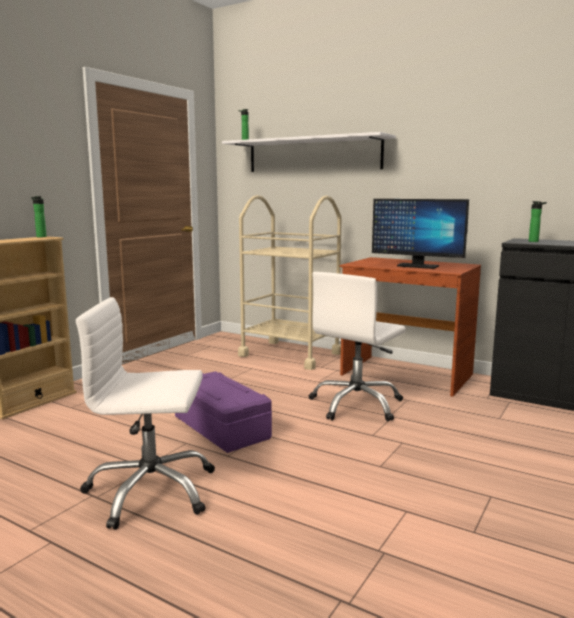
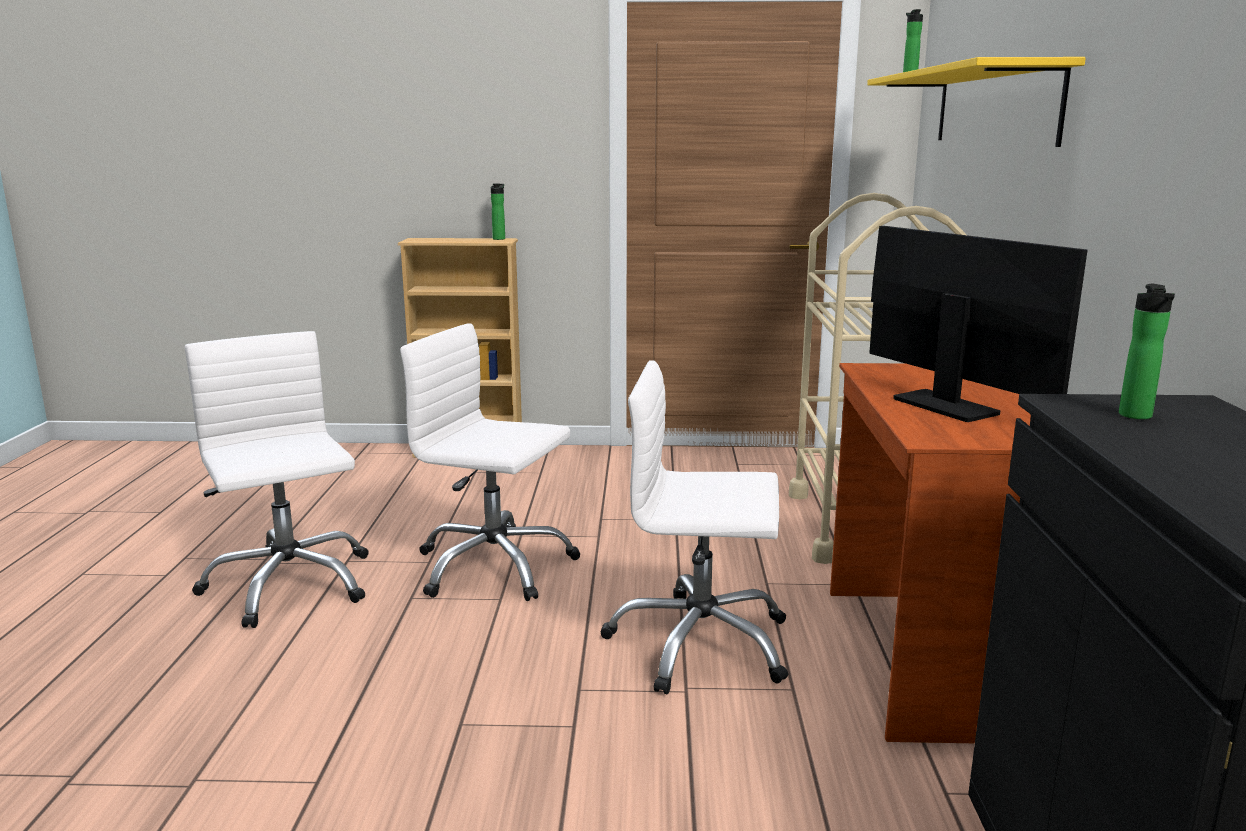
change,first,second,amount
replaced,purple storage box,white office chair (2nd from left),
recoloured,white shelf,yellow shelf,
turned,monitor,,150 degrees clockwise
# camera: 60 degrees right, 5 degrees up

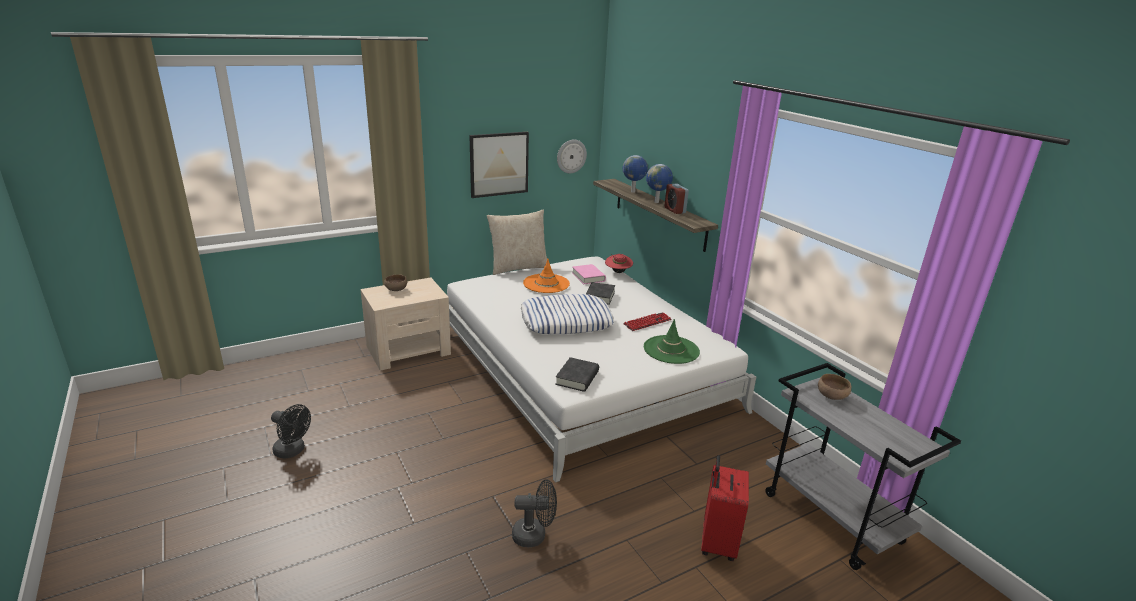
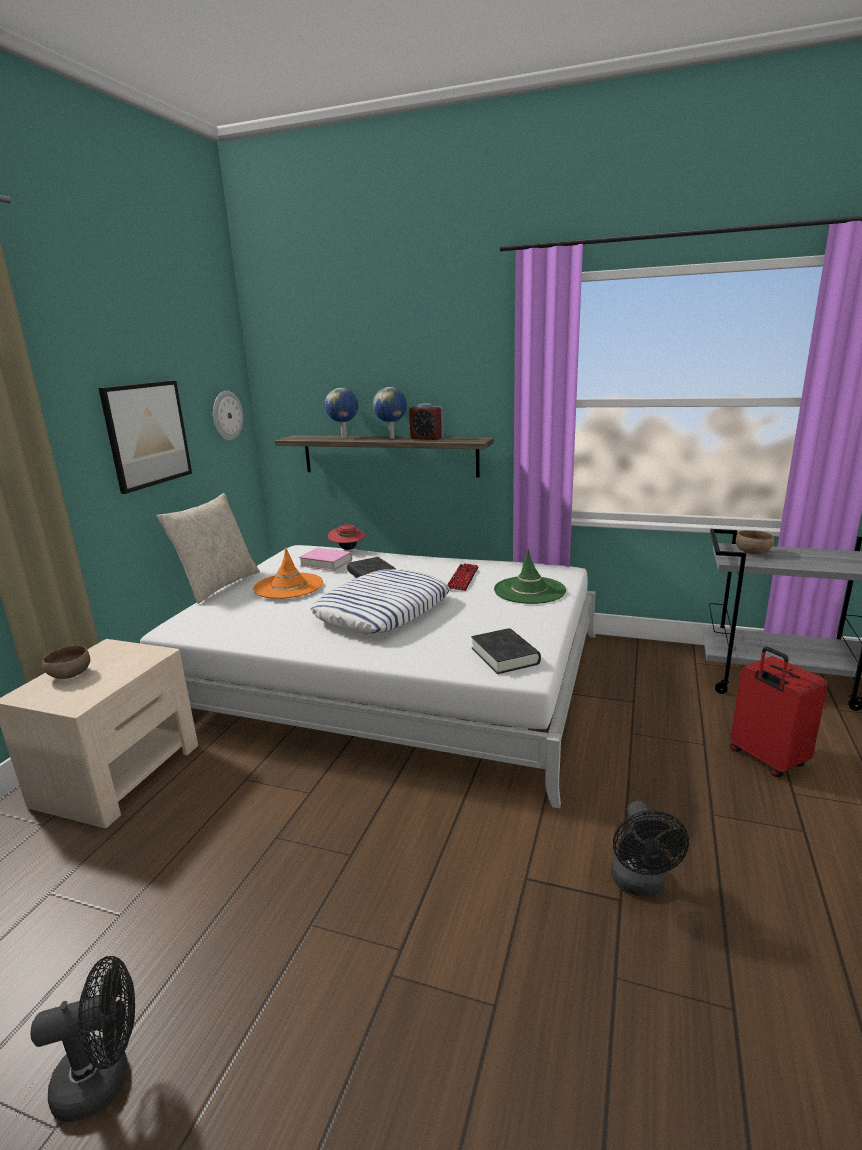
change,first,second,amount
turned,black fan (2nd from left),,135 degrees clockwise
# camera: 40 degrees left, 5 degrees down

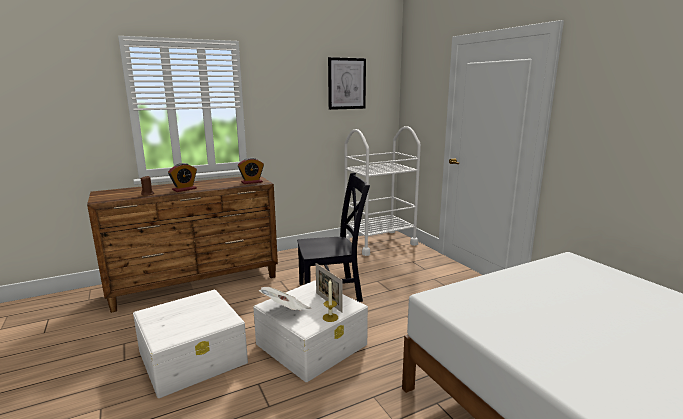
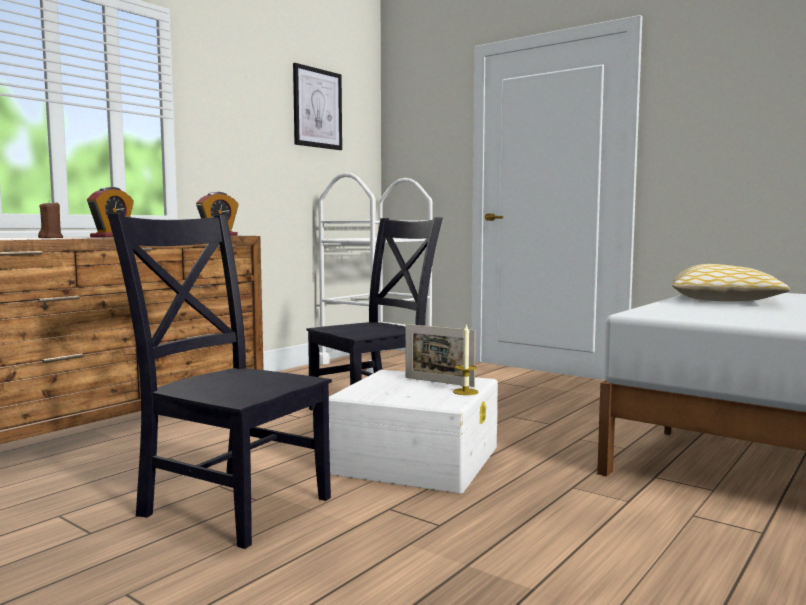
change,first,second,amount
replaced,white storage box (1st from left),black chair (1st from left),
added,,pillow,
removed,newspaper,,
# camera: 25 degrees left, 10 degrees down

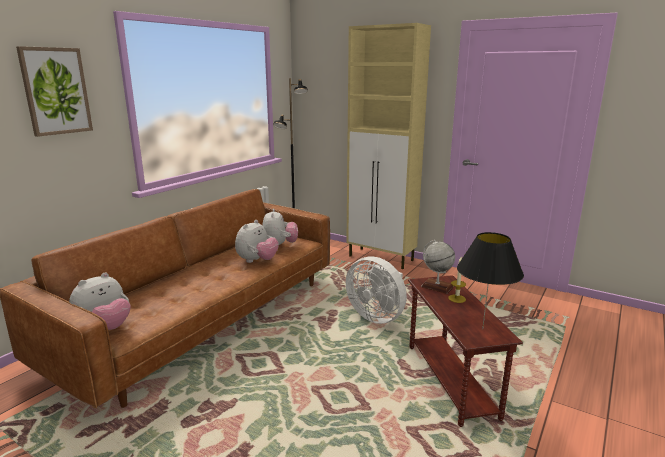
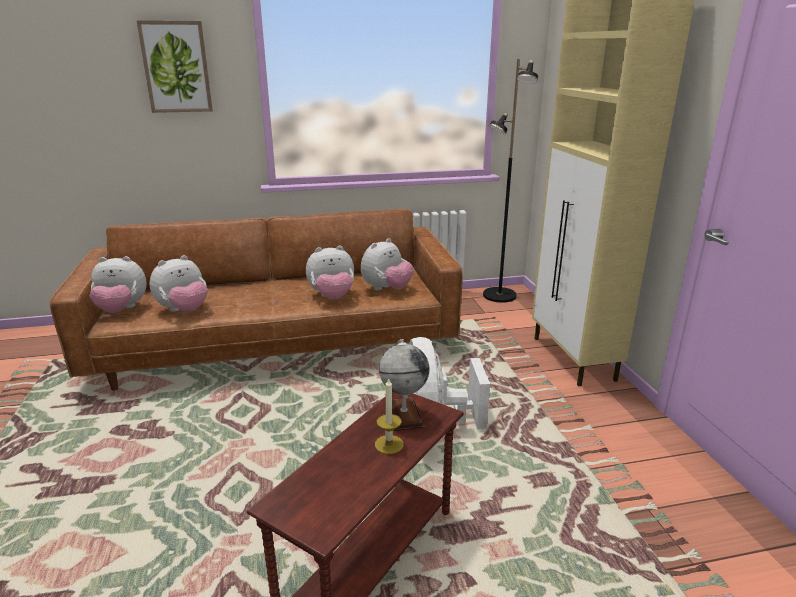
change,first,second,amount
added,,plush toy (2nd from left),
removed,black table lamp,,
# camera: 45 degrees right, 5 degrees up

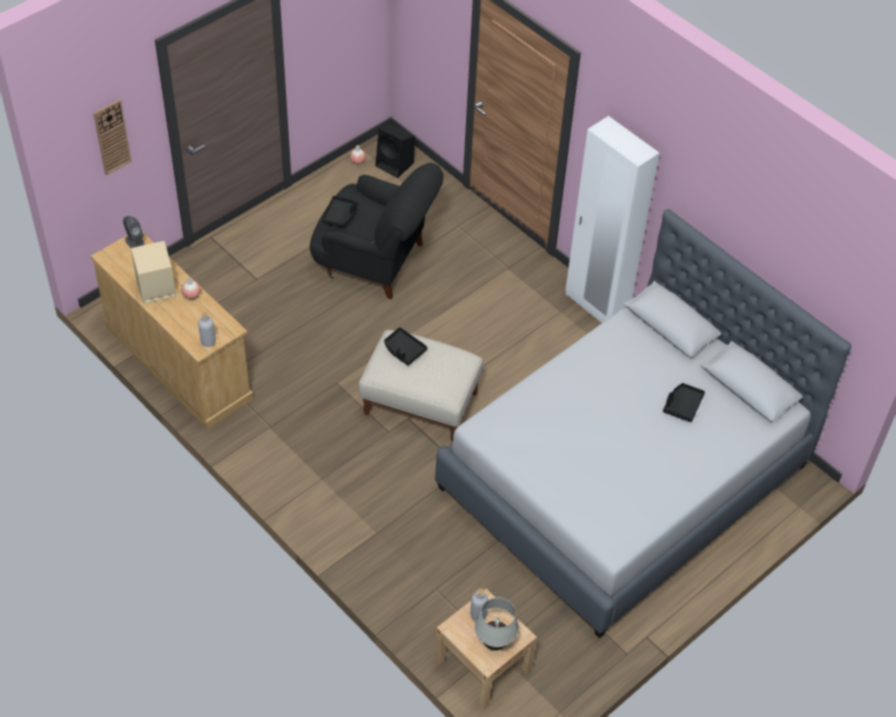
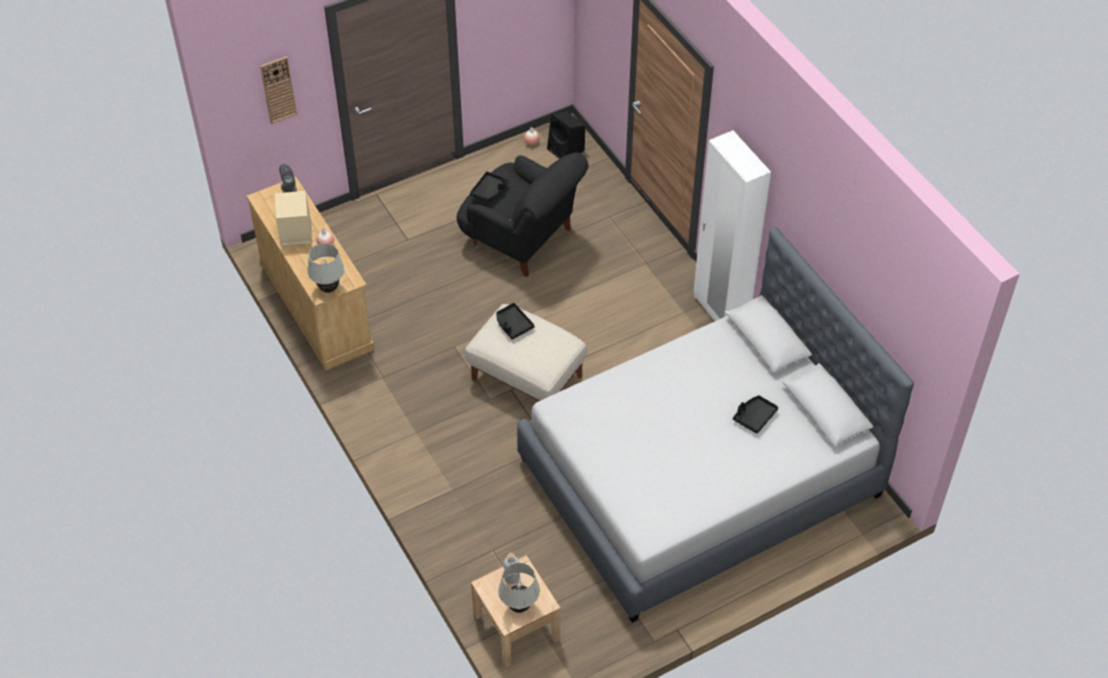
change,first,second,amount
replaced,grey bottle (1st from left),white table lamp (1st from left),
# camera: 15 degrees right, 0 degrees up

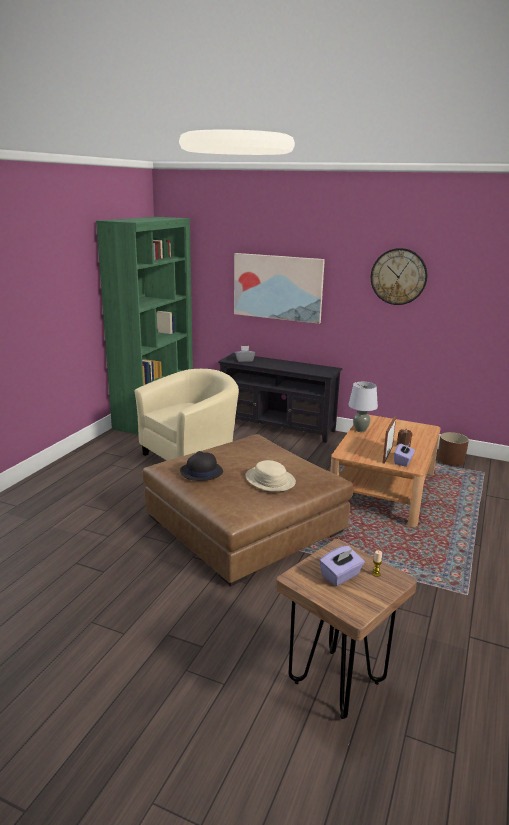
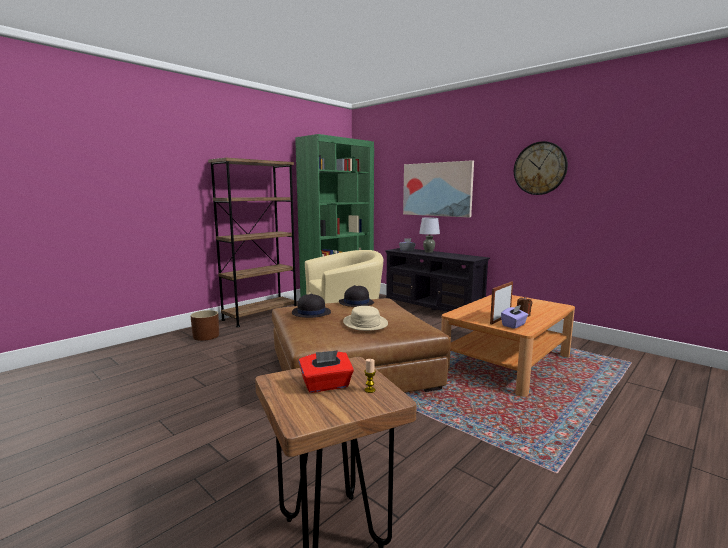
change,first,second,amount
moved,brown planter,,
added,,brown bookcase,
recoloured,purple tissue box (1st from left),red tissue box,
added,,black hat (2nd from left),
moved,grey table lamp,,
# camera: 20 degrees right, 10 degrees down

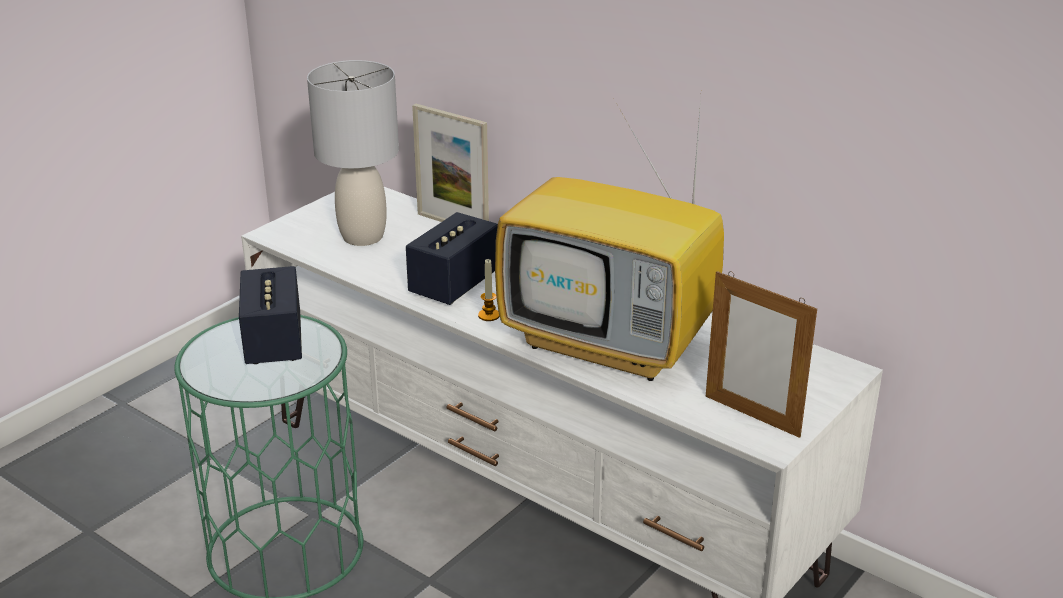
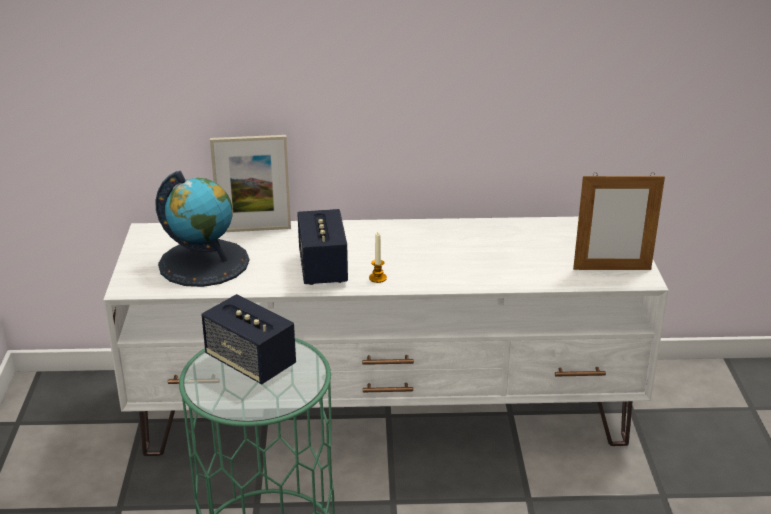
change,first,second,amount
replaced,grey table lamp,globe,
removed,television,,
# camera: 40 degrees left, 0 degrees up

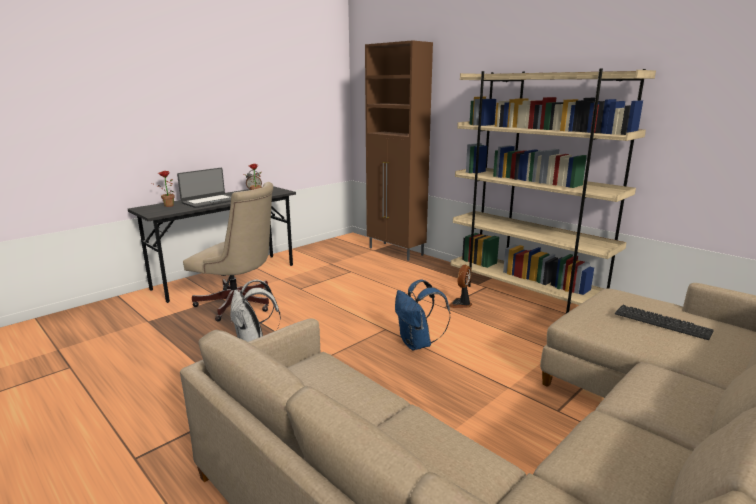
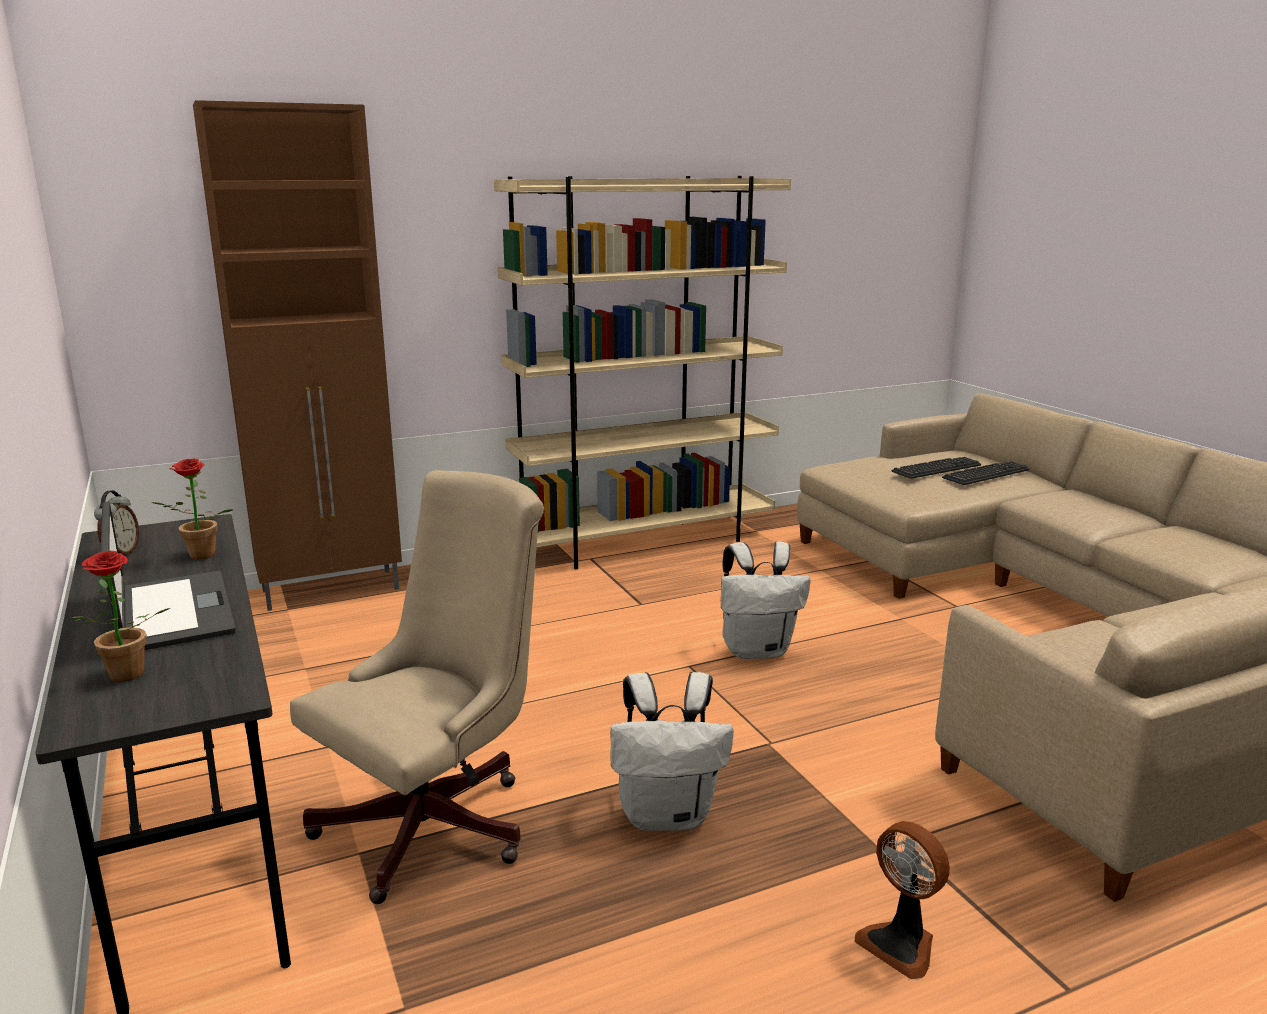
change,first,second,amount
recoloured,blue backpack,white backpack (2nd from left),
moved,fan,,
added,,keyboard (2nd from left),
# camera: 70 degrees left, 0 degrees up

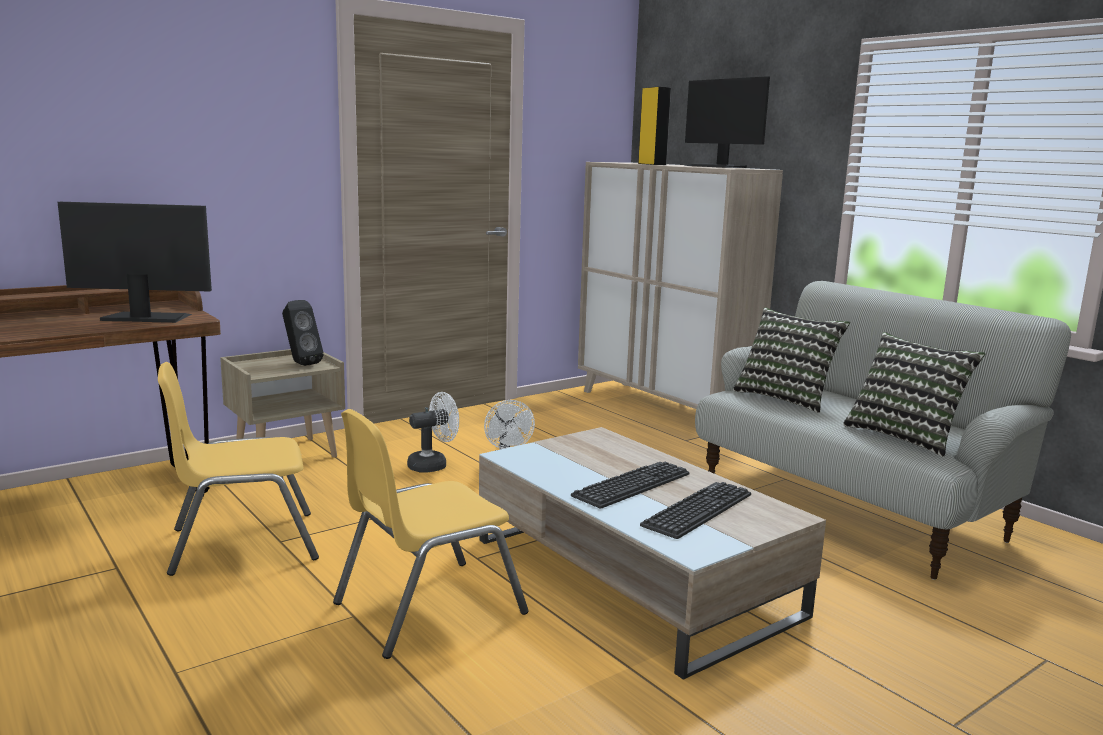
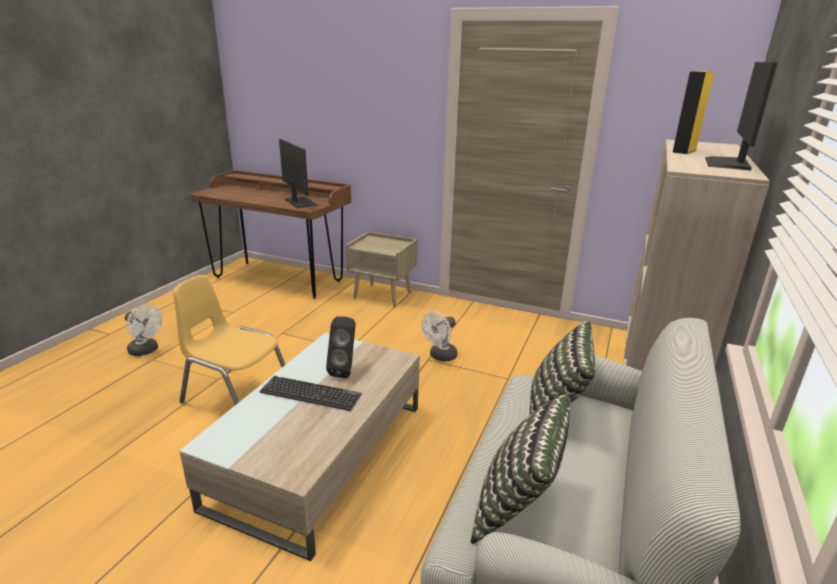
change,first,second,amount
moved,white fan (1st from left),,
moved,black speaker,,
removed,yellow chair (1st from left),,
removed,keyboard (2nd from left),,
# camera: 60 degrees right, 10 degrees up

